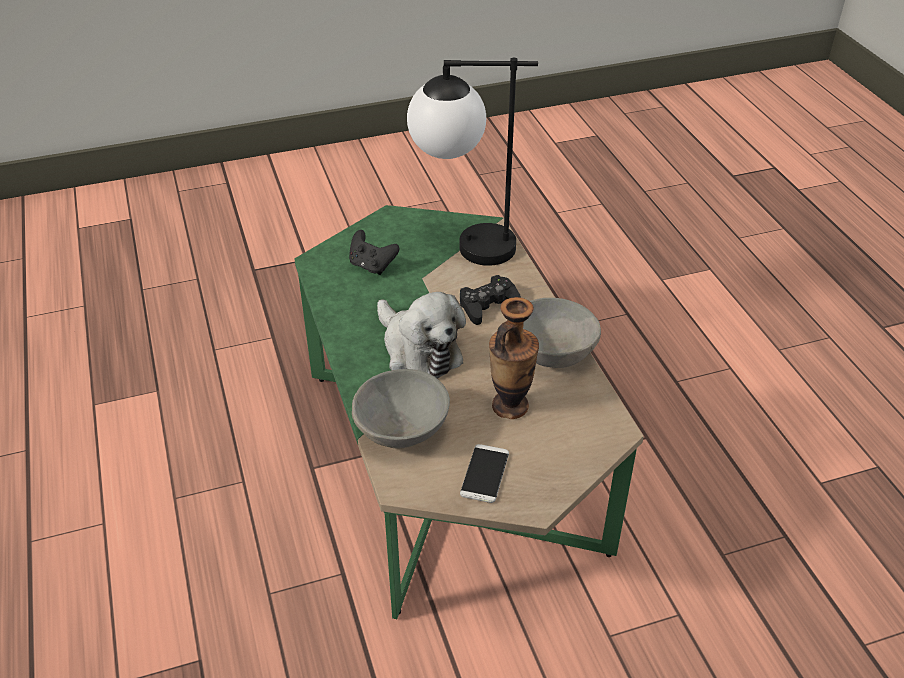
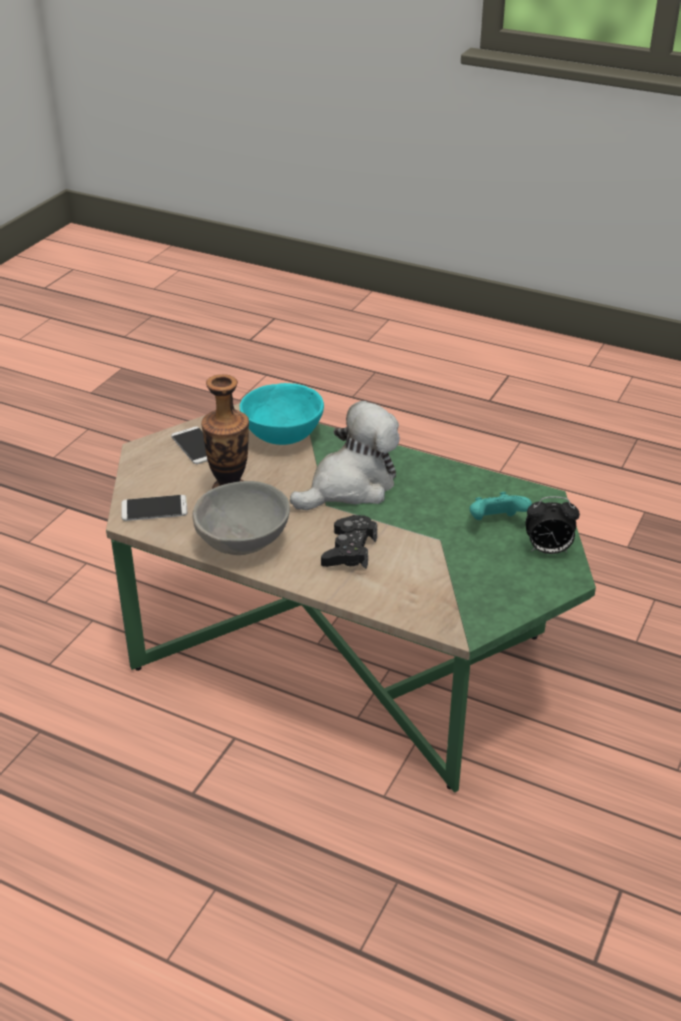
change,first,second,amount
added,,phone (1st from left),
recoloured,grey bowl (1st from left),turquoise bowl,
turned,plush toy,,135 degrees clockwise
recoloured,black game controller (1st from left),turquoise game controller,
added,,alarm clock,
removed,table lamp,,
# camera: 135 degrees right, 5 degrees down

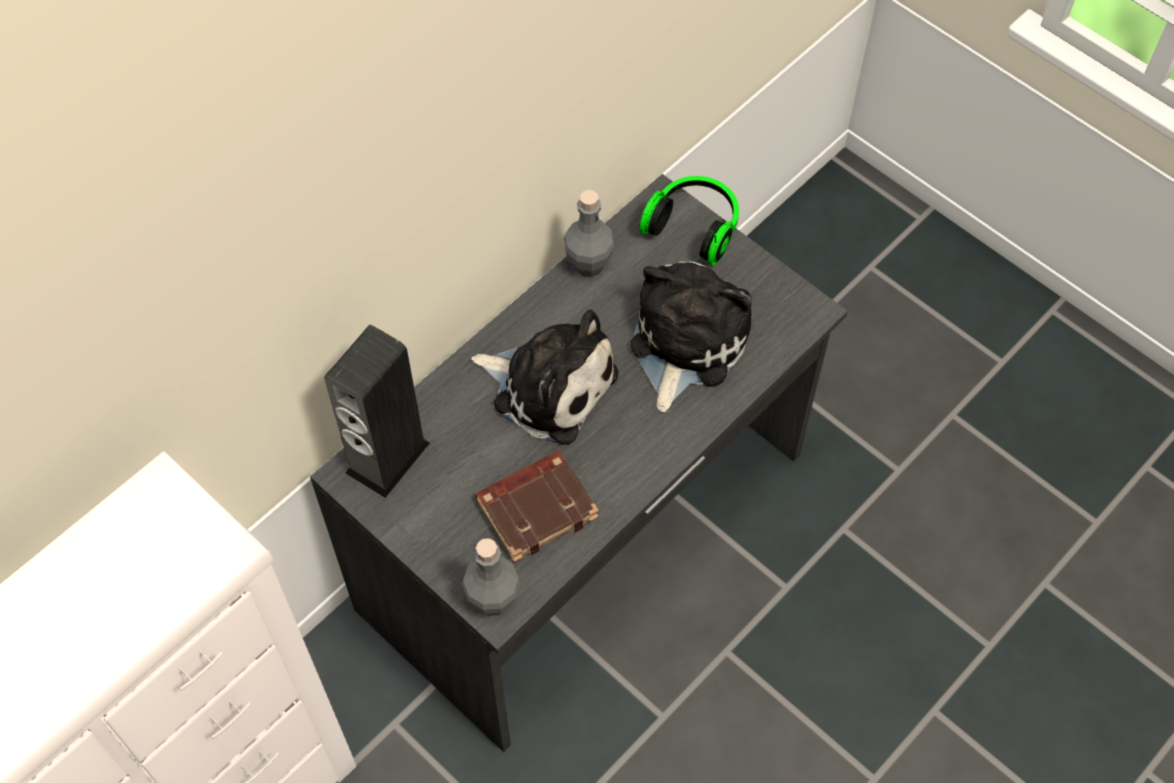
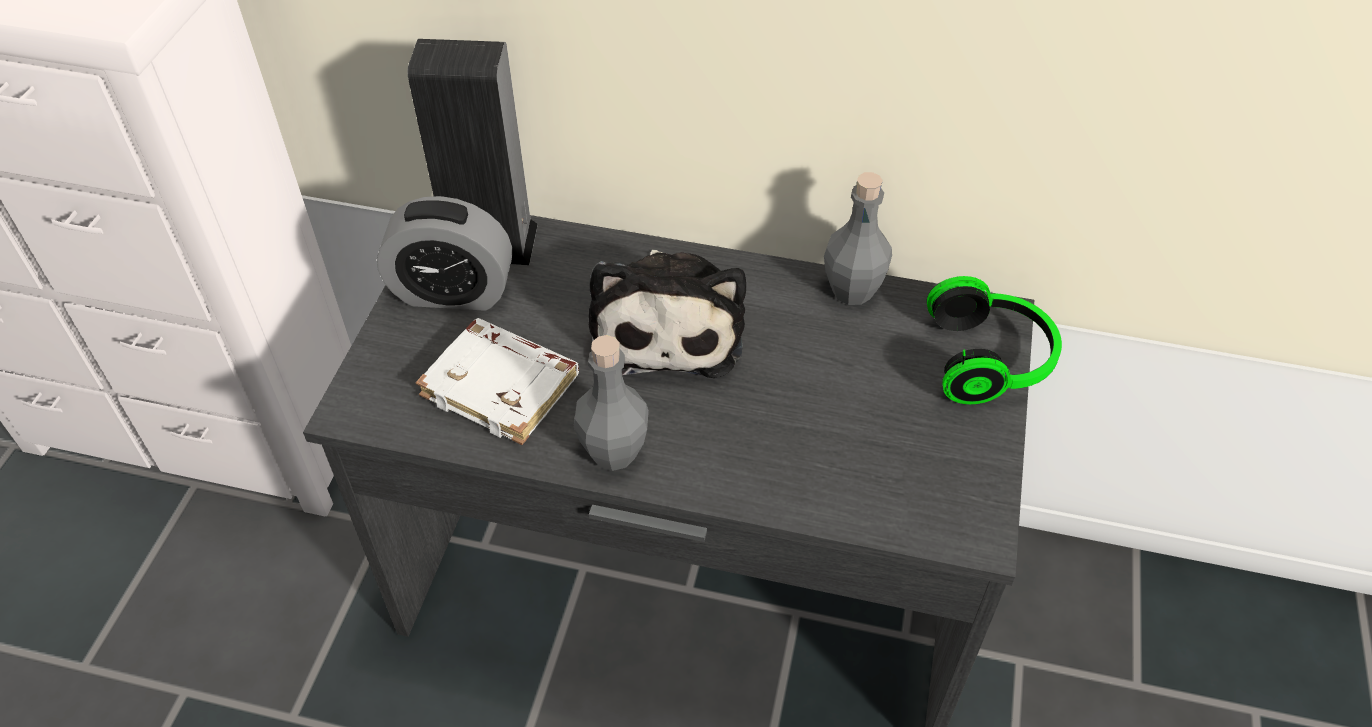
change,first,second,amount
added,,alarm clock,
recoloured,brown book,white book,
moved,grey bottle (1st from left),,
removed,plush toy (2nd from left),,
# camera: 60 degrees right, 10 degrees down

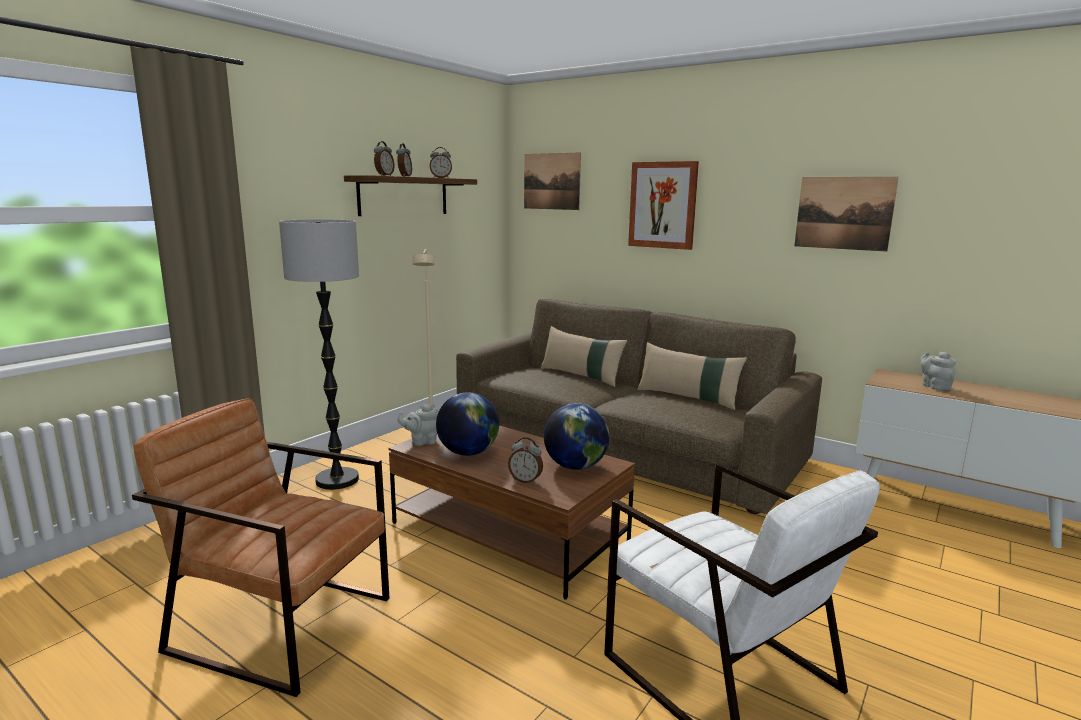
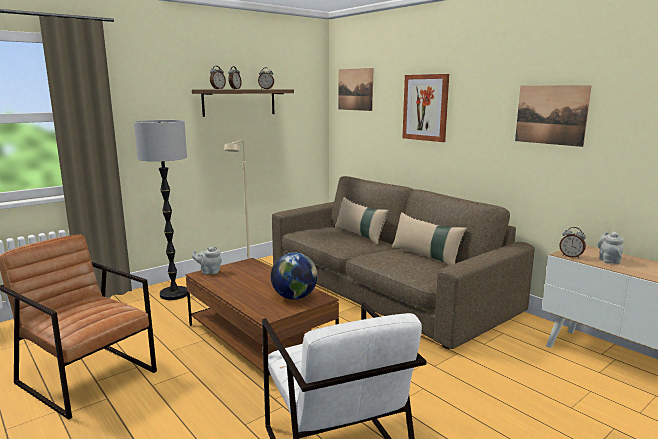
change,first,second,amount
moved,alarm clock (4th from left),,
removed,globe (1st from left),,
# camera: 15 degrees right, 0 degrees up

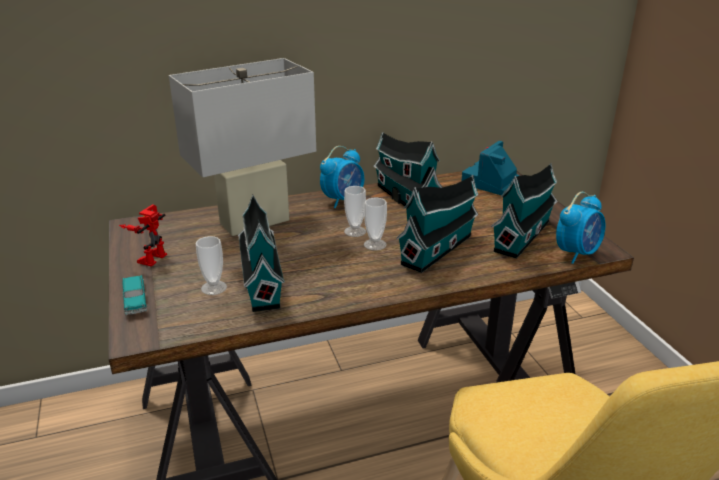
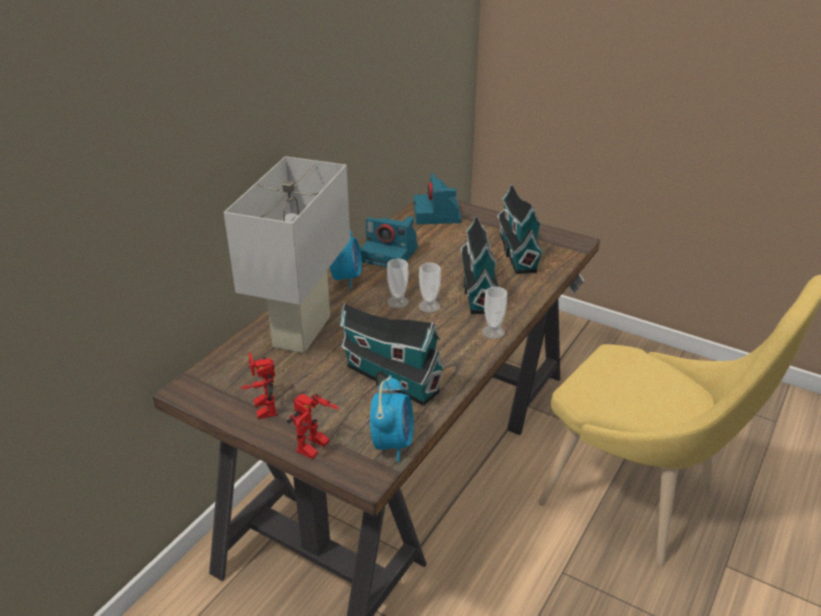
change,first,second,amount
replaced,toy car,toy robot (2nd from left),
replaced,toy house (2nd from left),photo camera (1st from left),
moved,alarm clock (2nd from left),,
moved,cup (1st from left in the first image),cup (3rd from left),
# camera: 40 degrees left, 5 degrees up

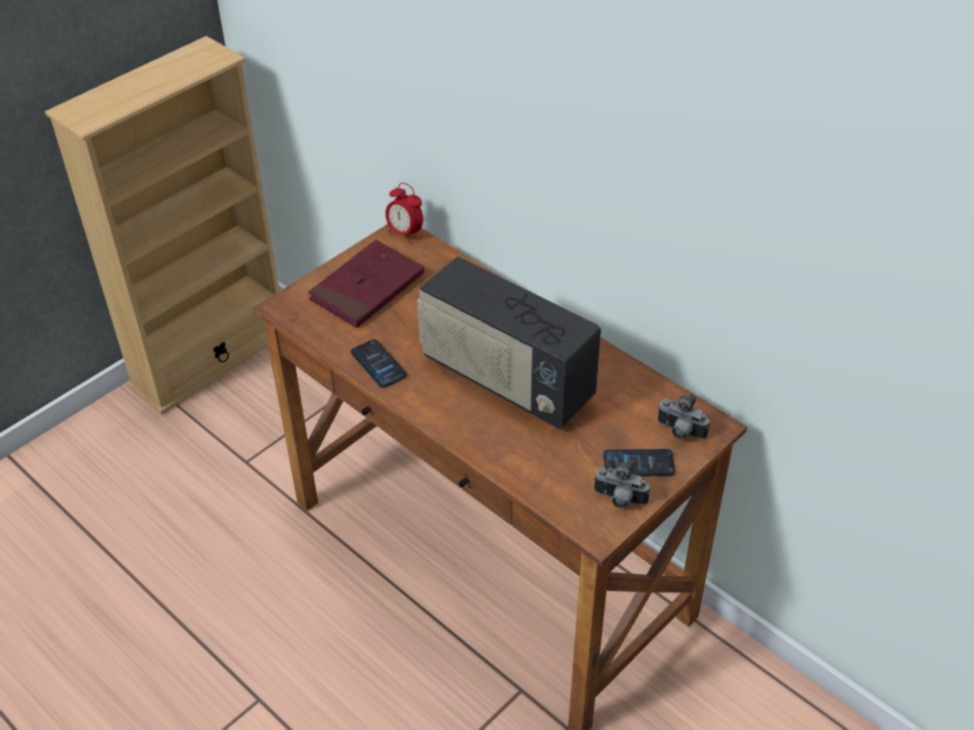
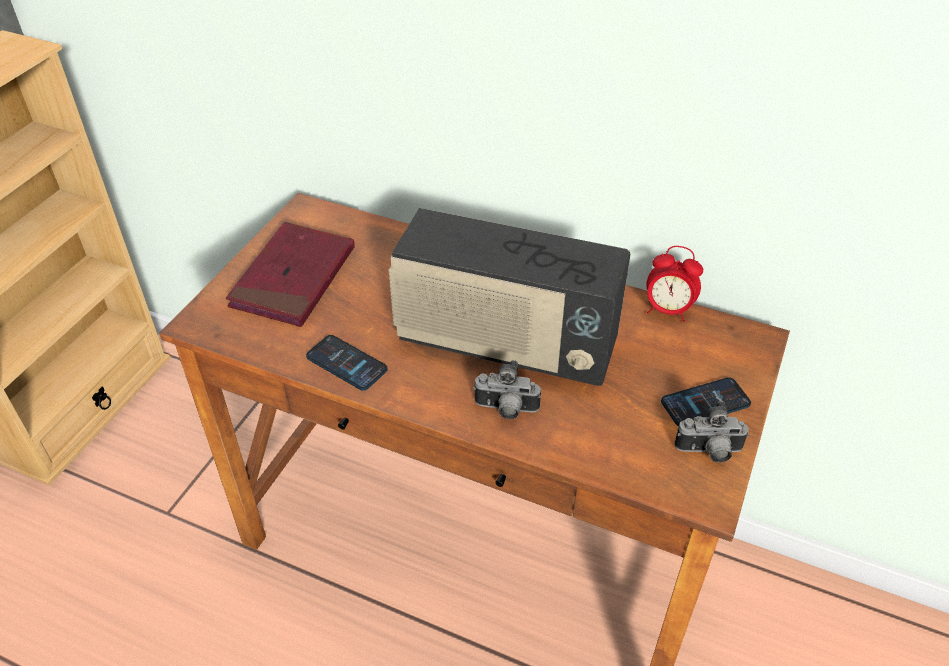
change,first,second,amount
moved,photo camera (2nd from left in the first image),photo camera (1st from left),
moved,alarm clock,,
# camera: 20 degrees left, 0 degrees up

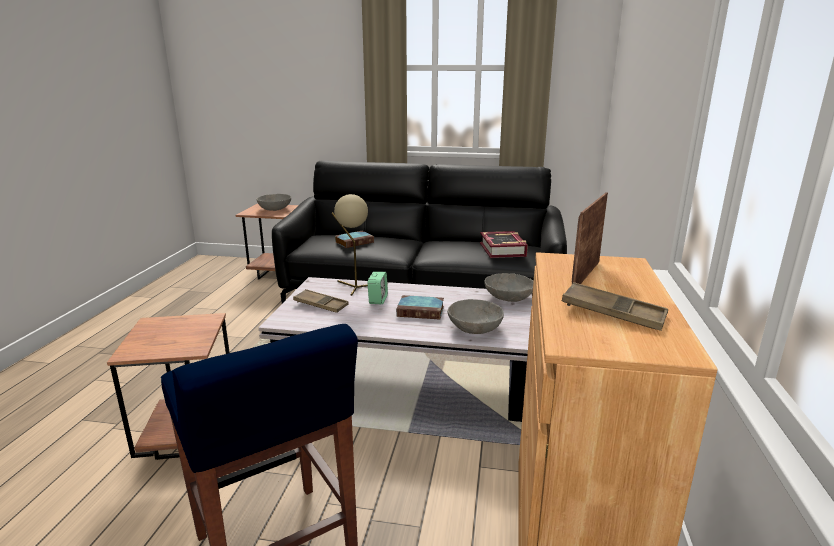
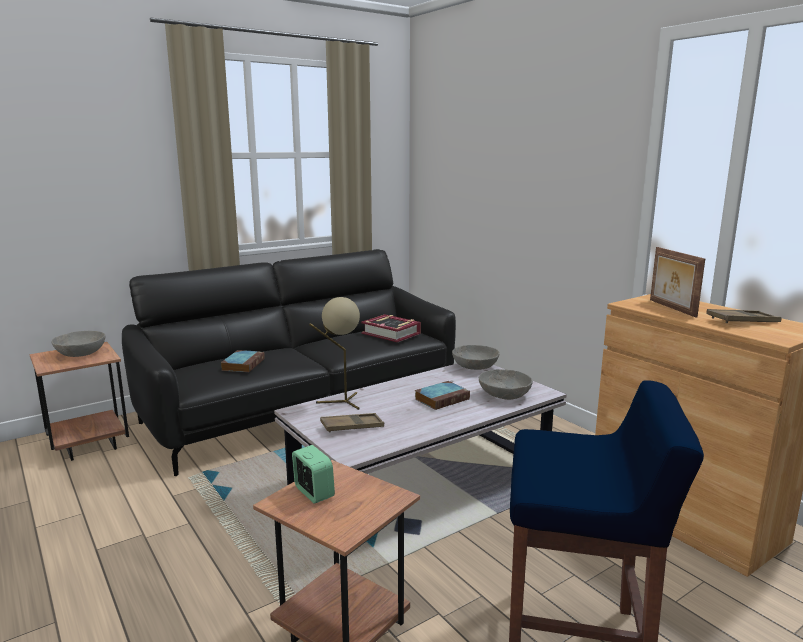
change,first,second,amount
moved,alarm clock,,
# camera: 45 degrees left, 5 degrees down

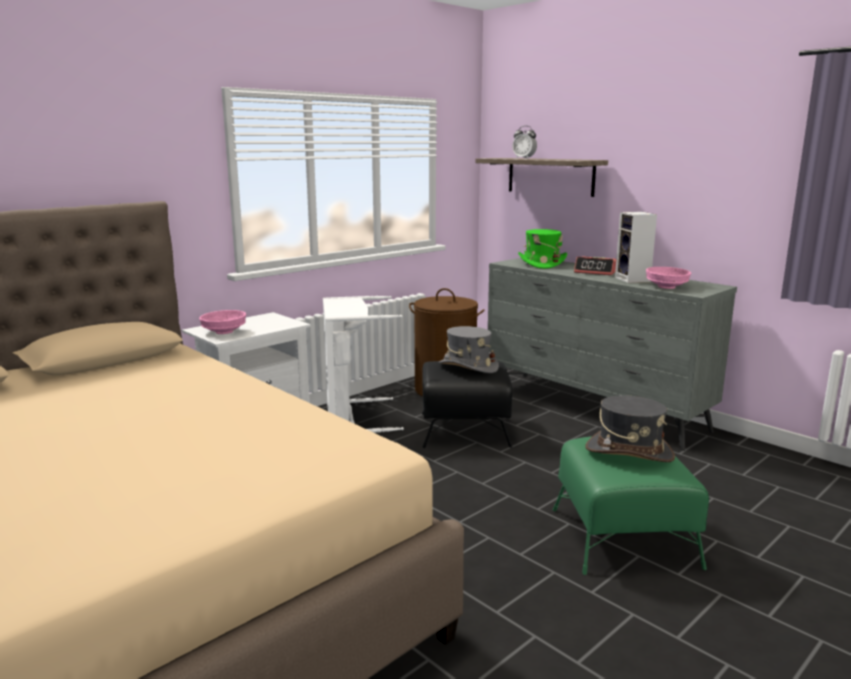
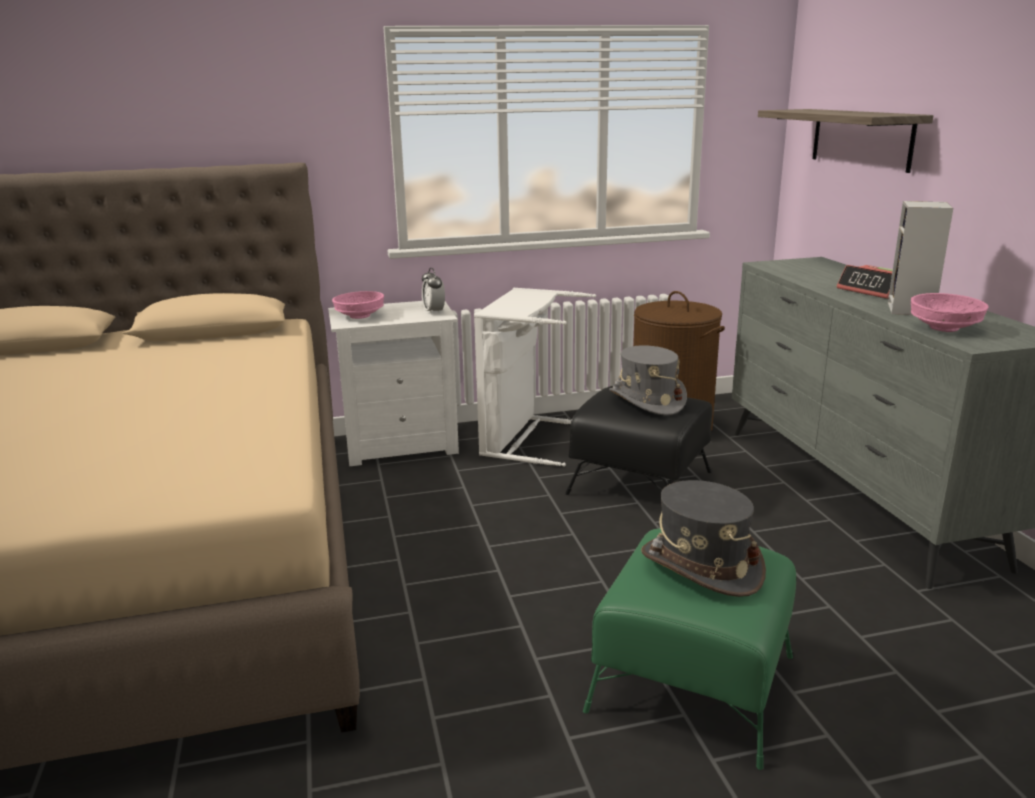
change,first,second,amount
moved,alarm clock (1st from left),,
removed,green hat,,
# camera: 30 degrees right, 5 degrees up

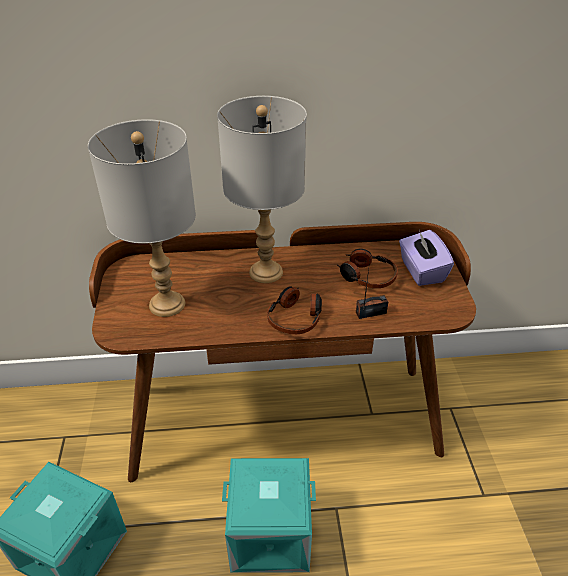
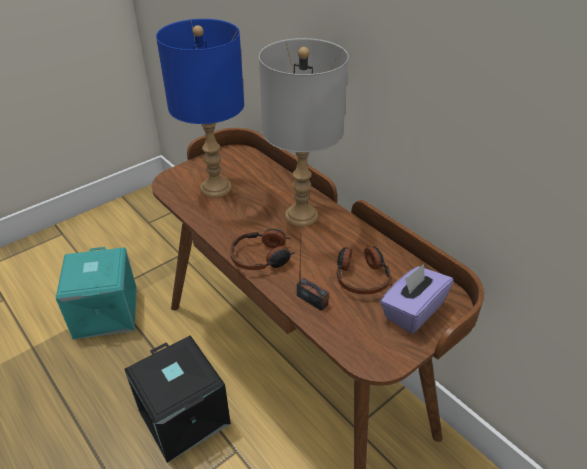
change,first,second,amount
recoloured,turquoise storage box (2nd from left),black storage box,
recoloured,grey table lamp (1st from left),blue table lamp,
# camera: 55 degrees right, 0 degrees up

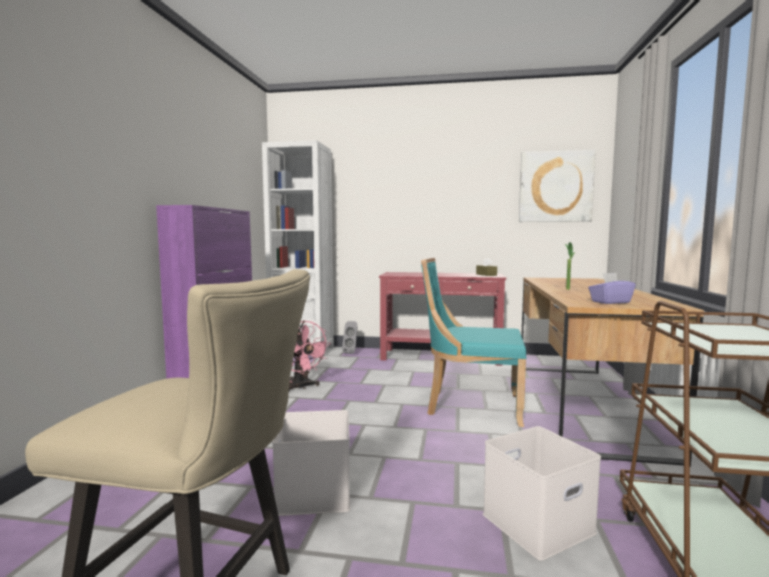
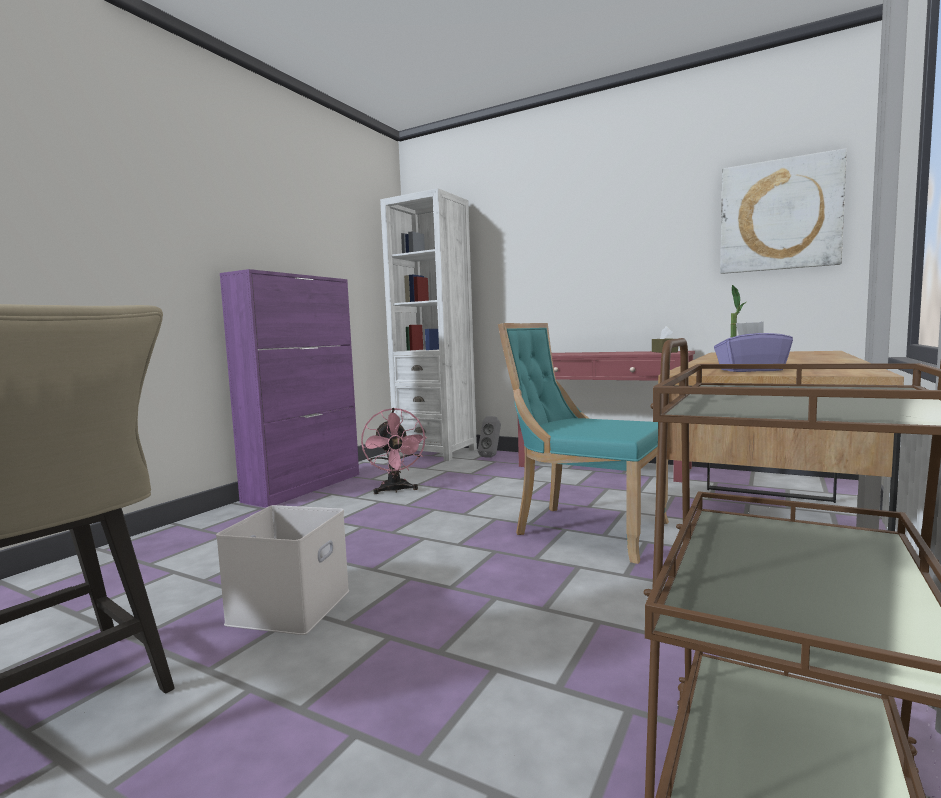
change,first,second,amount
removed,white storage box (2nd from left),,
# camera: 20 degrees right, 0 degrees up

